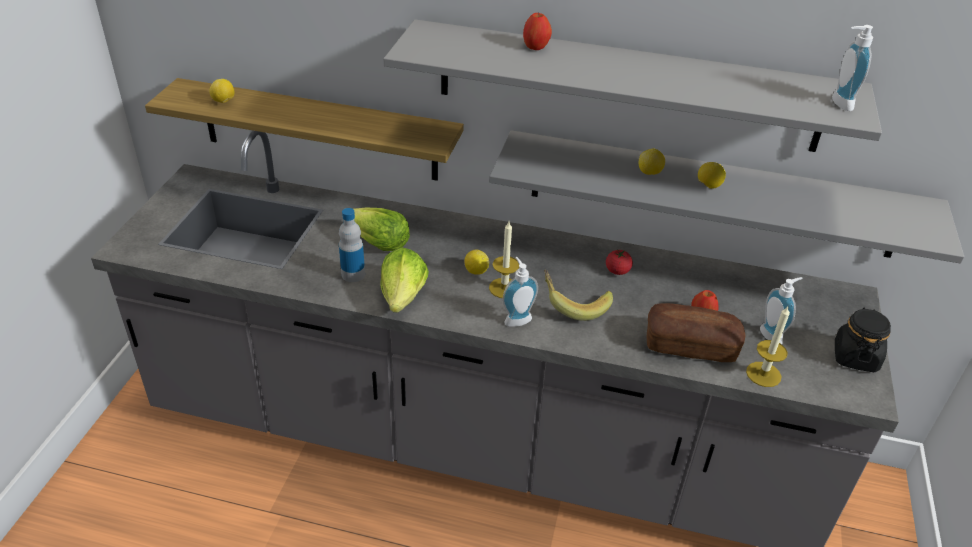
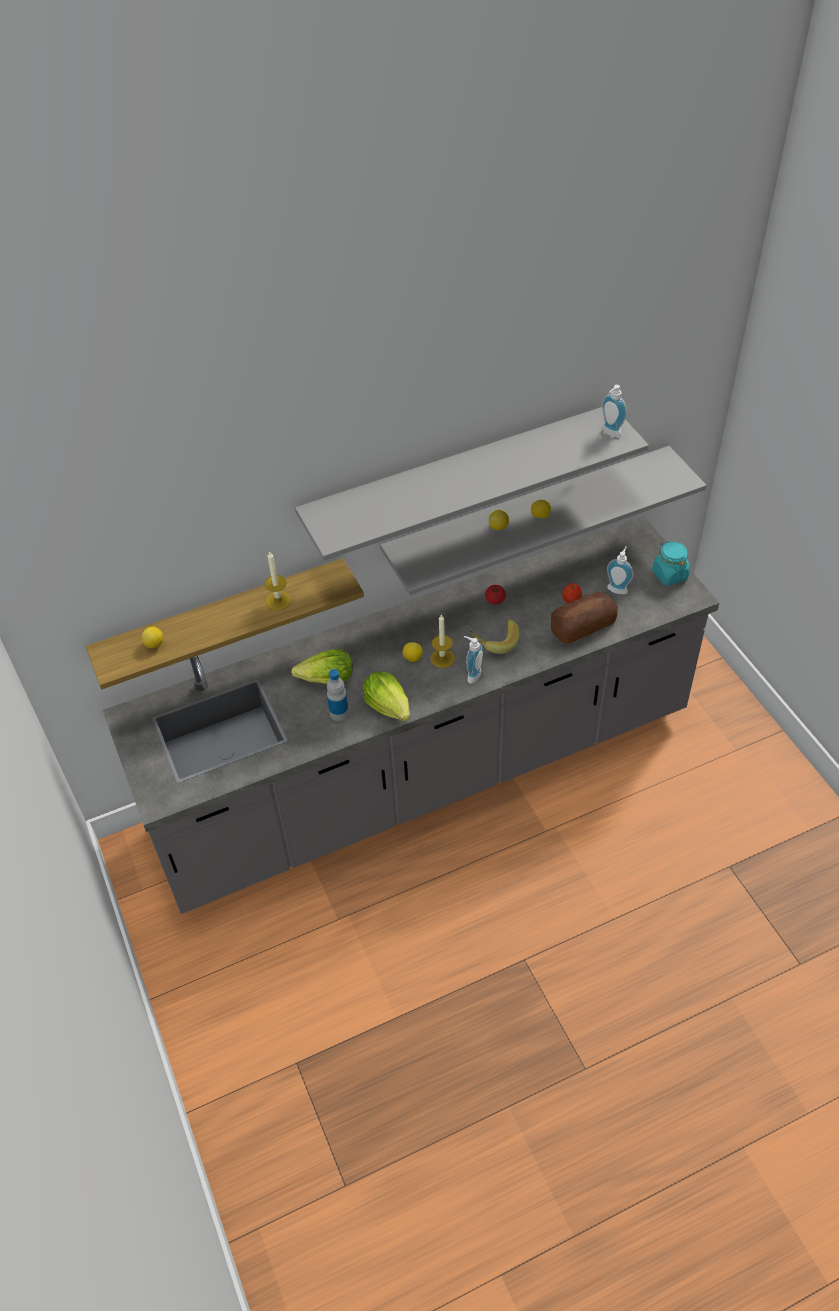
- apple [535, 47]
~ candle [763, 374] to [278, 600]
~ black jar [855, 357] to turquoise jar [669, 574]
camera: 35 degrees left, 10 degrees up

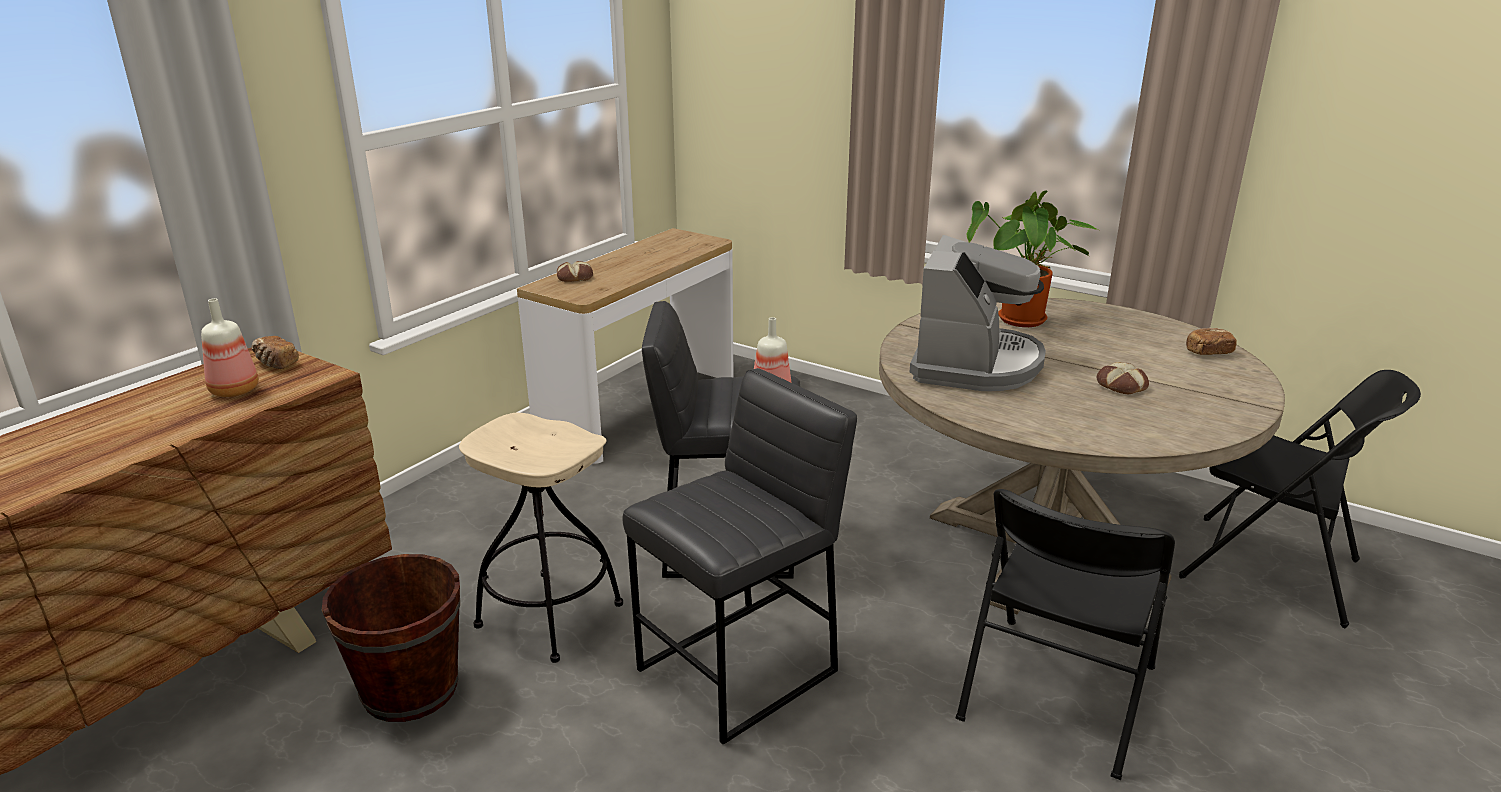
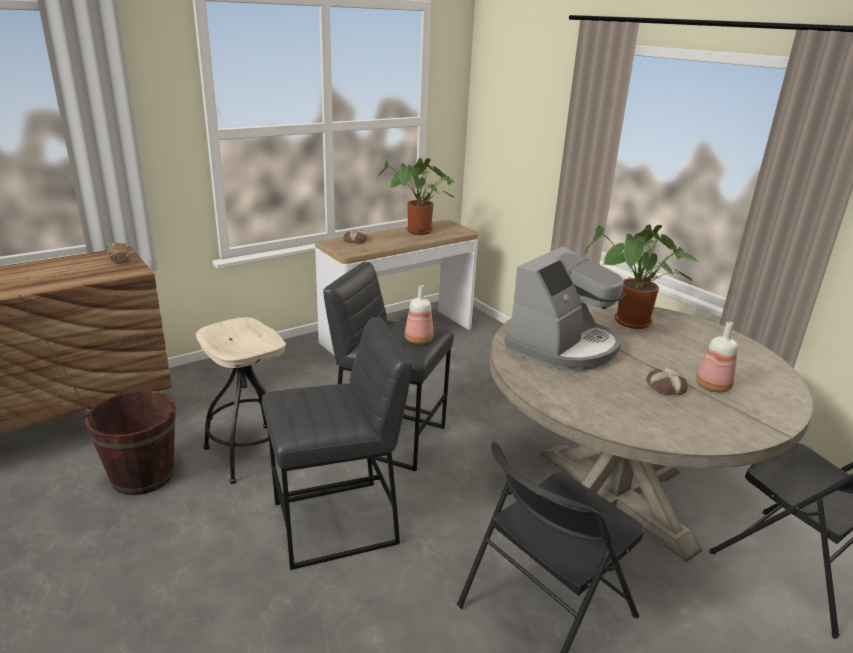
~ bottle [235, 391] to [713, 387]
- bread [1208, 352]
+ potted plant [417, 232]
camera: 20 degrees right, 0 degrees up

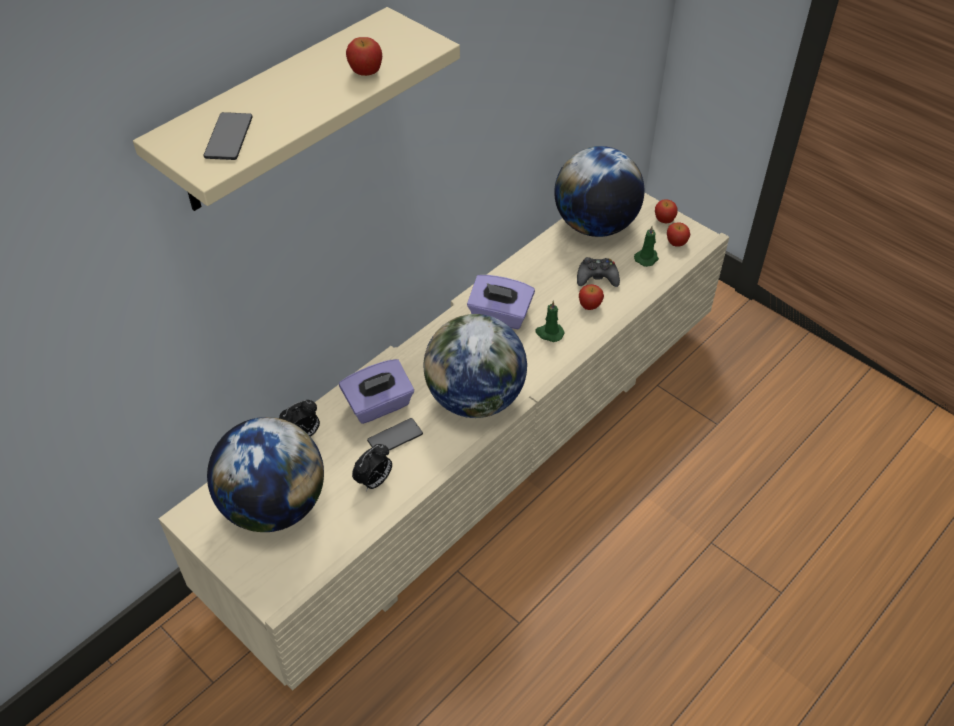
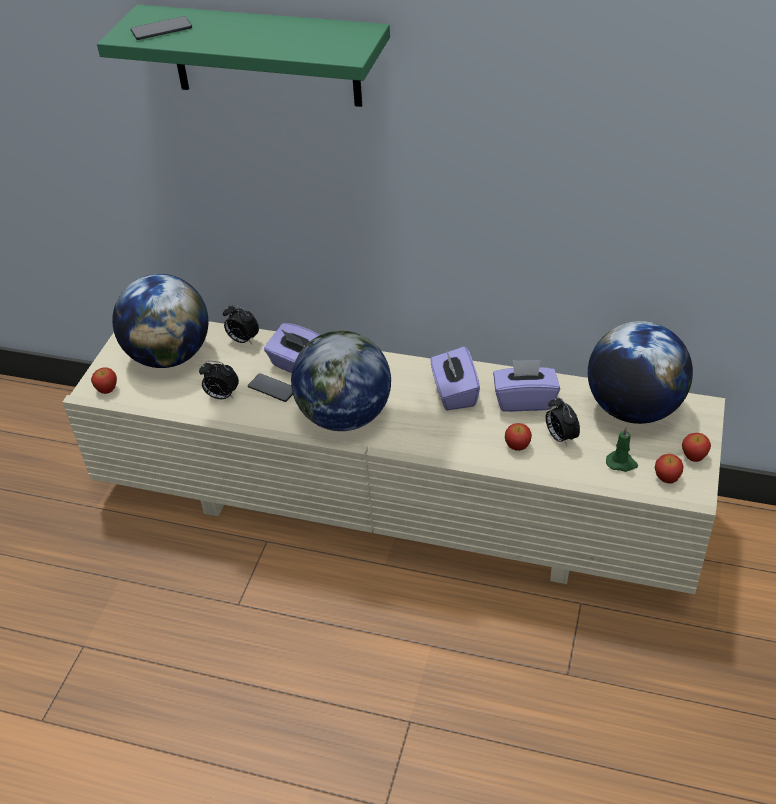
~ beige shelf [277, 113] to green shelf [265, 56]
~ apple [365, 72] to [107, 389]
- green candle [549, 333]
~ black game controller [597, 277] to alarm clock [560, 437]
+ purple tissue box [524, 400]
camera: 65 degrees right, 5 degrees down

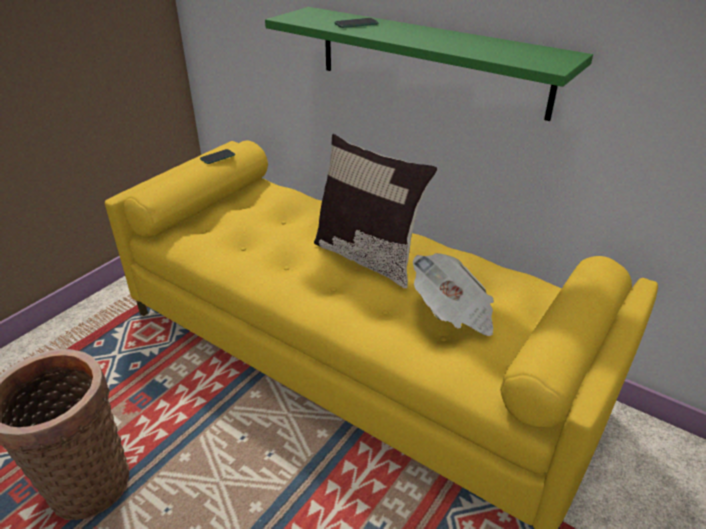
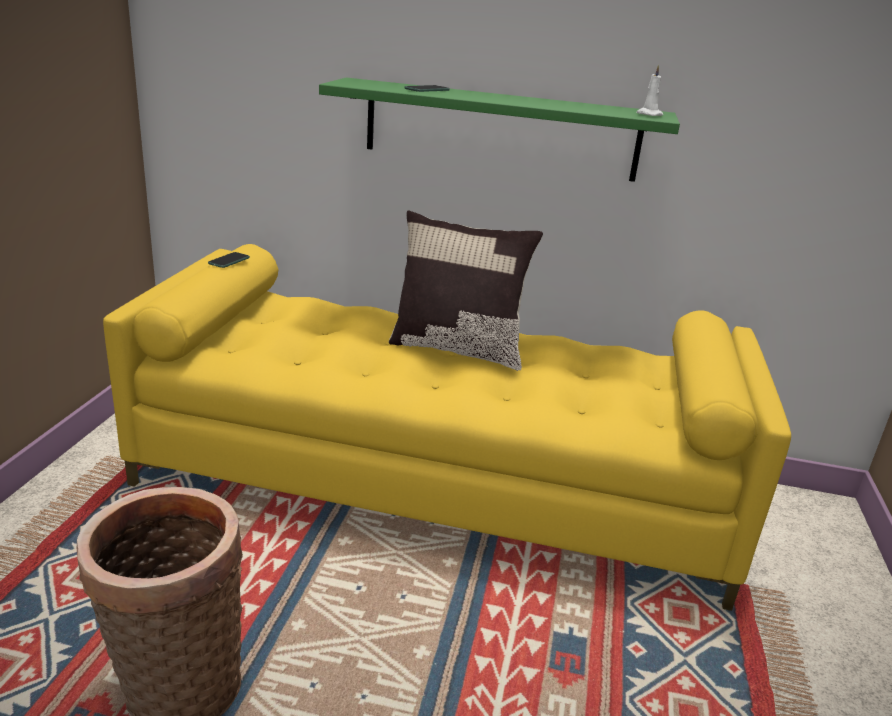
- newspaper [453, 312]
+ white candle [648, 114]
camera: 25 degrees left, 10 degrees down

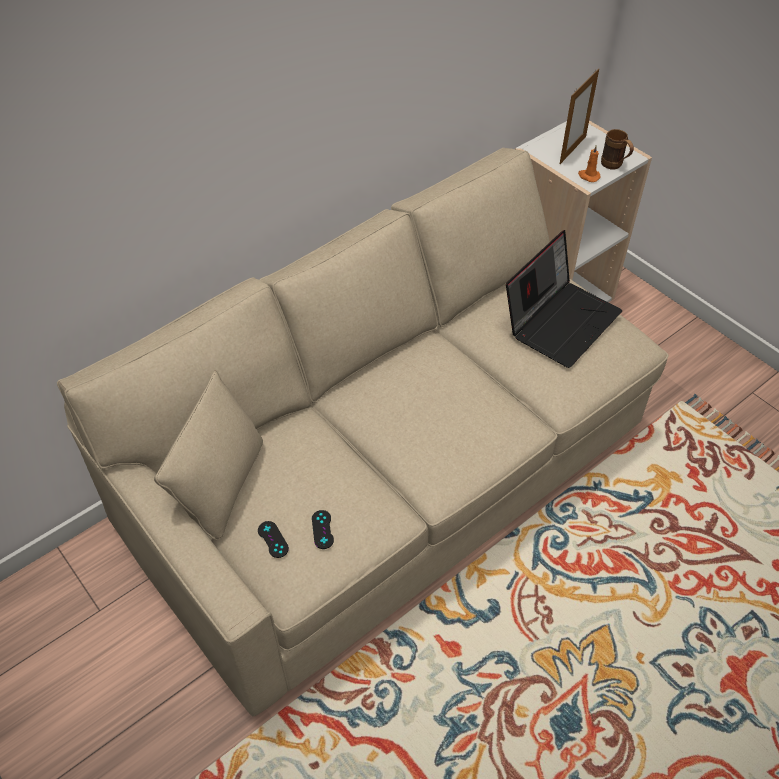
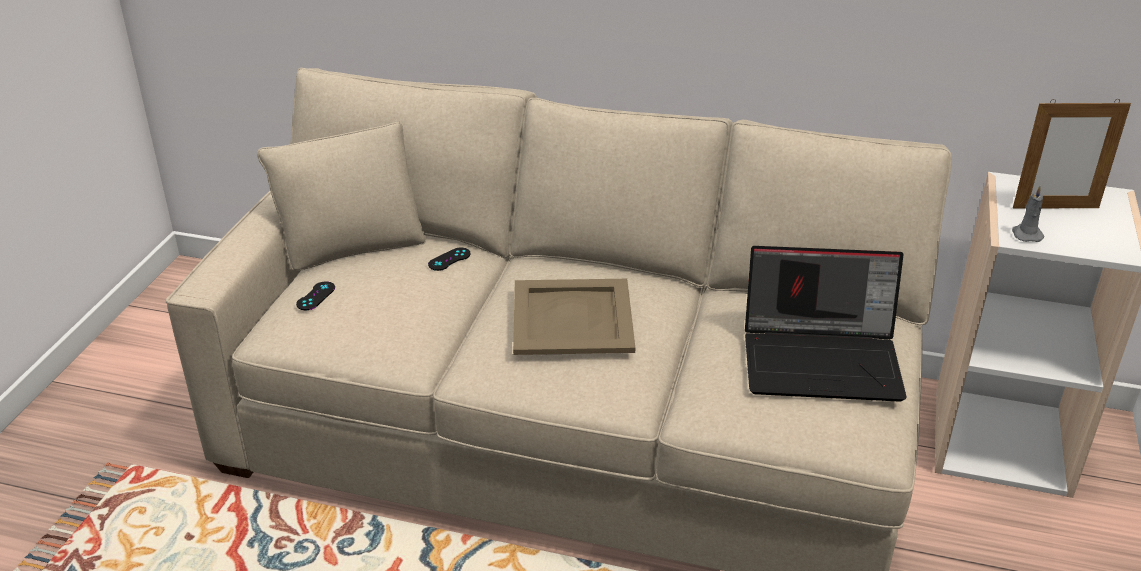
~ black game controller [322, 529] to [449, 259]
~ orange candle [588, 176] to grey candle [1026, 234]
- brown mug [614, 166]
+ beige tray [573, 316]
camera: 55 degrees right, 15 degrees down

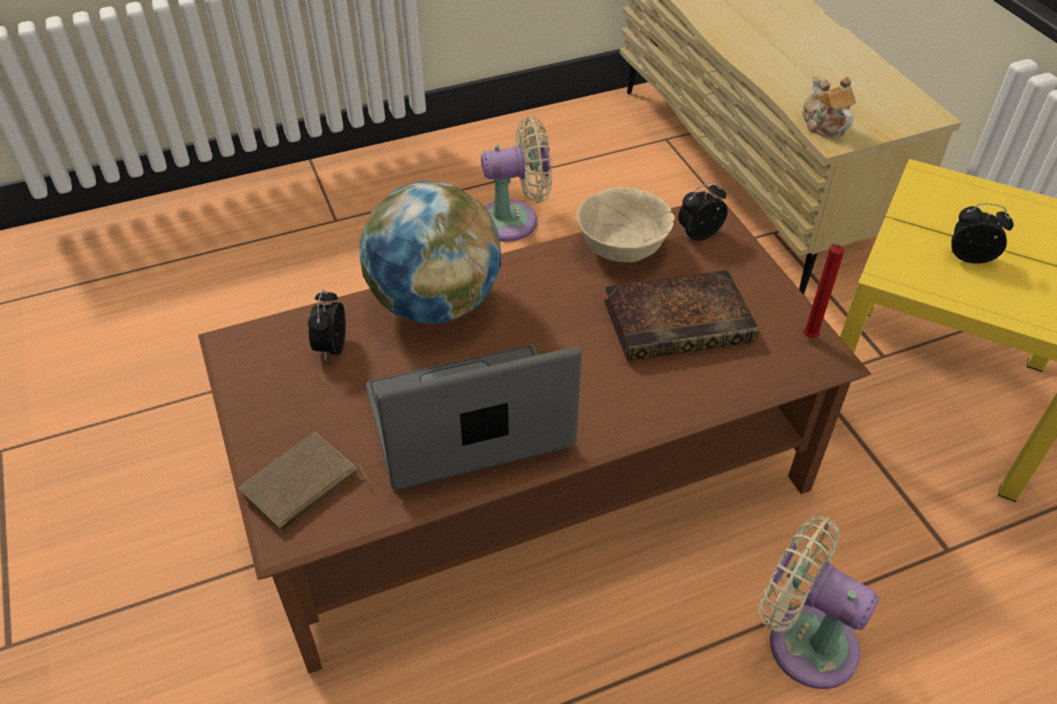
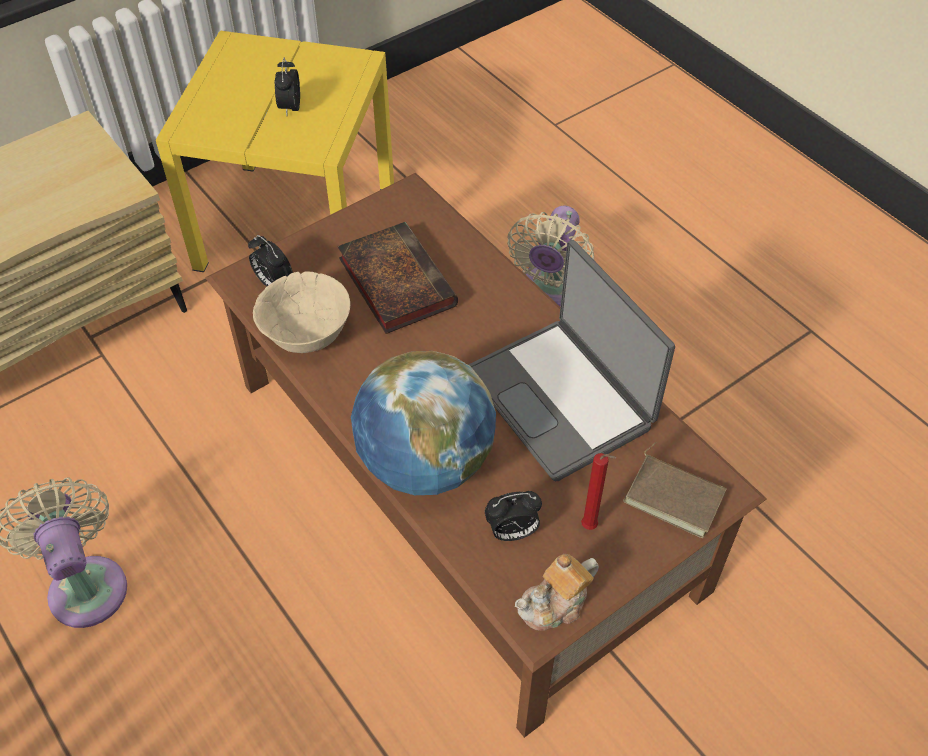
~ teapot [823, 124] to [555, 605]
~ red candle [808, 338] to [591, 527]
camera: 105 degrees left, 5 degrees up

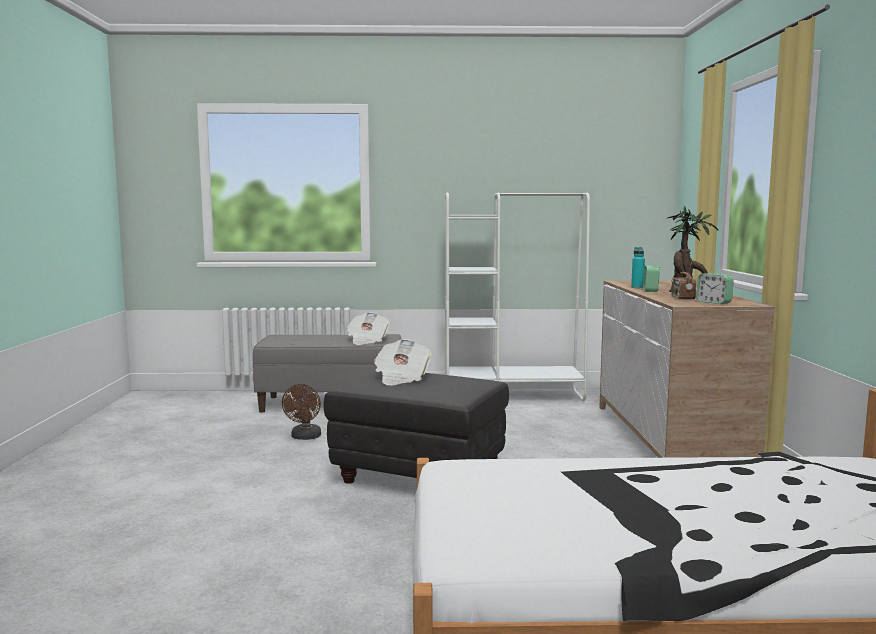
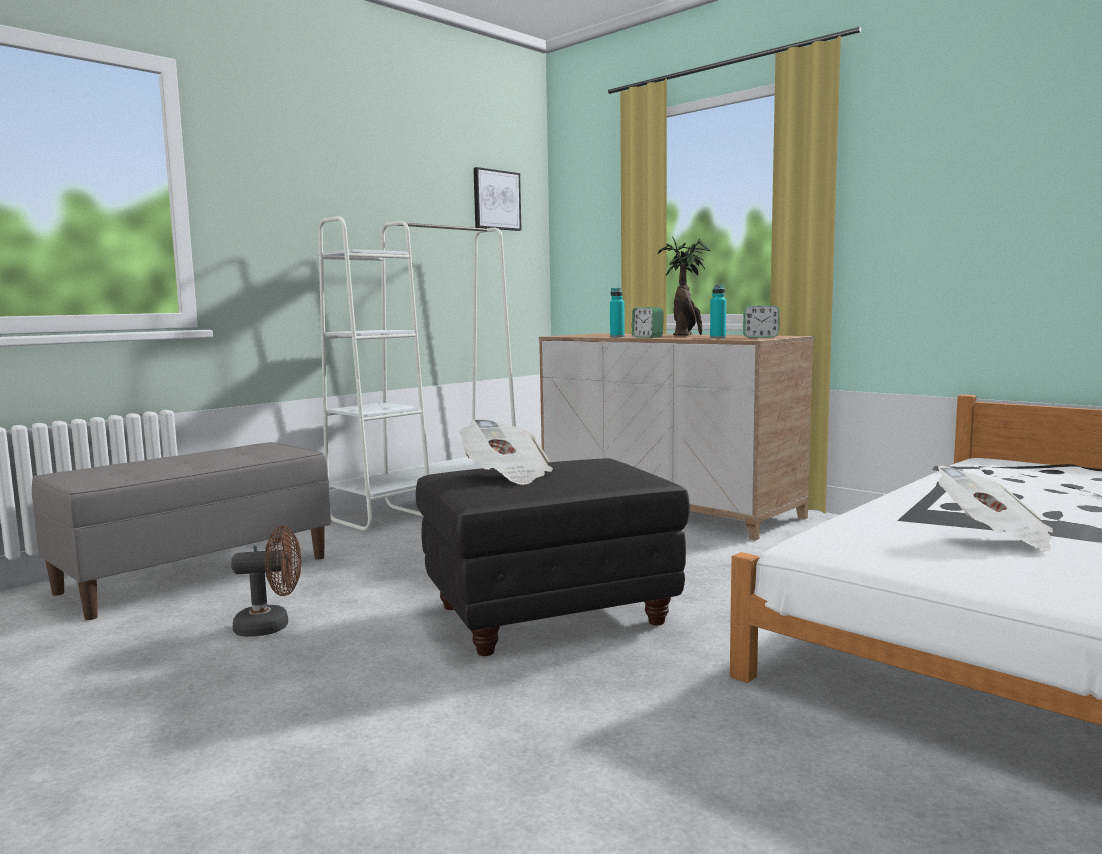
~ brown fan [305, 437] = [271, 626] 60 degrees counterclockwise
~ newspaper [367, 341] to [994, 537]
~ radio [682, 298] to turquoise bottle [717, 337]
+ picture [496, 200]
camera: 45 degrees left, 0 degrees up

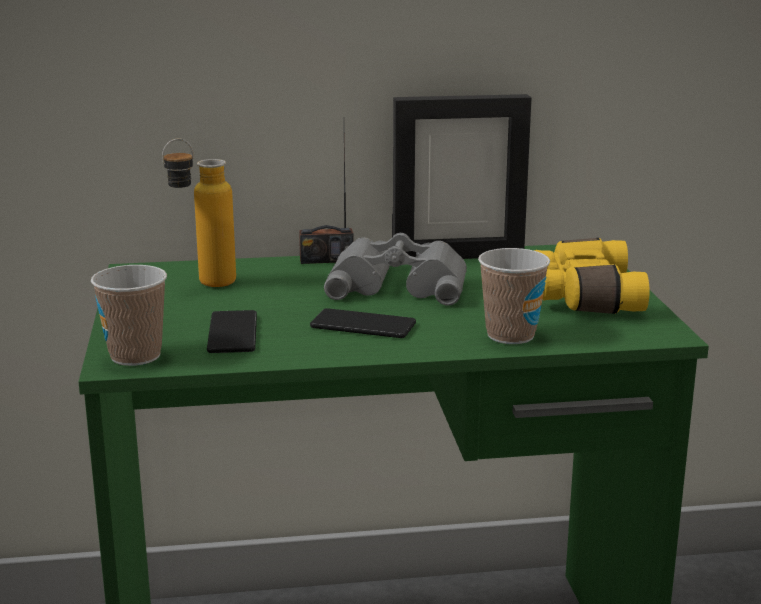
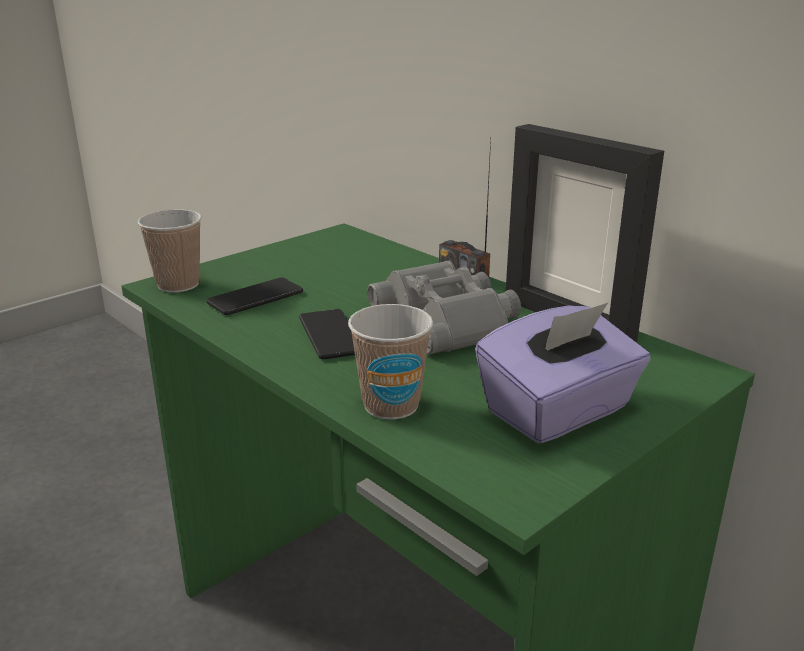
- bottle [203, 285]
~ yellow binoculars [582, 296] to purple tissue box [559, 411]
camera: 55 degrees right, 5 degrees up

